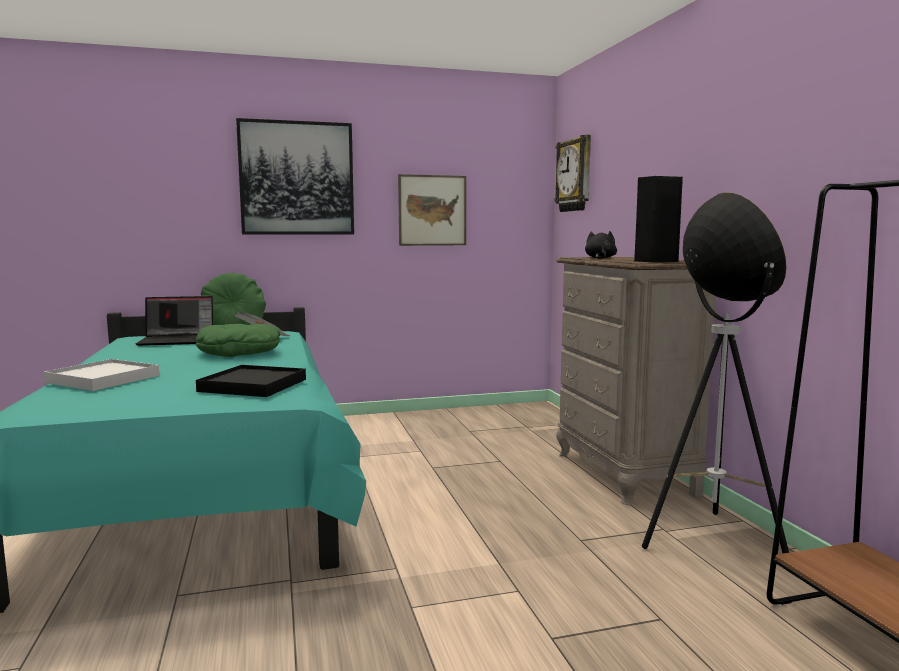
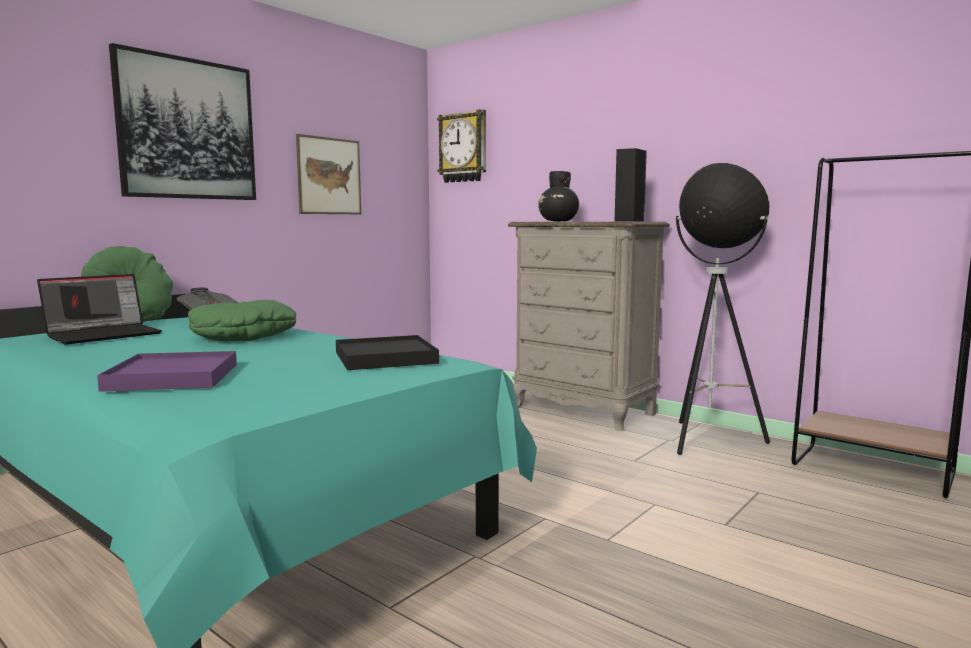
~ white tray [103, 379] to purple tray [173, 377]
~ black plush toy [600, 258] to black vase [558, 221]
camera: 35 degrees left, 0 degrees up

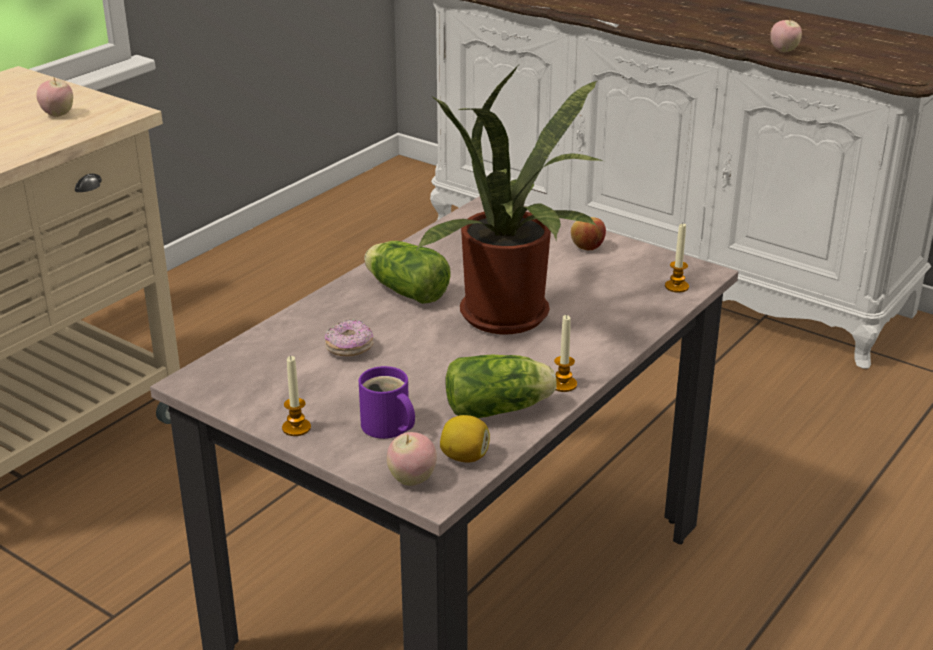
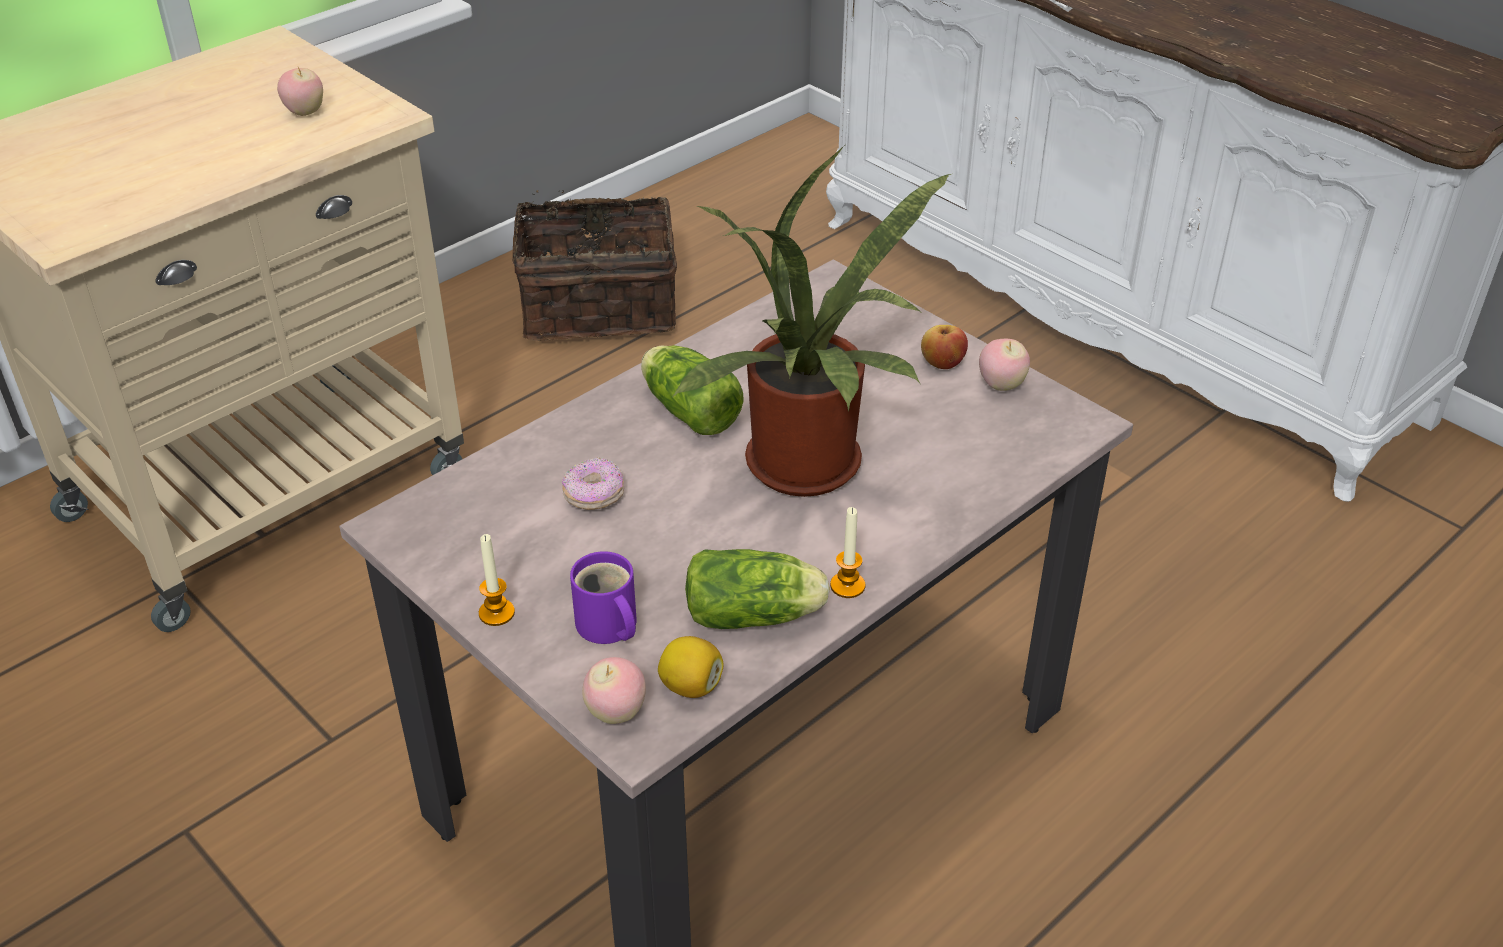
- candle [676, 286]
~ apple [783, 51] to [1001, 385]
+ basket [599, 306]
camera: 10 degrees right, 10 degrees up

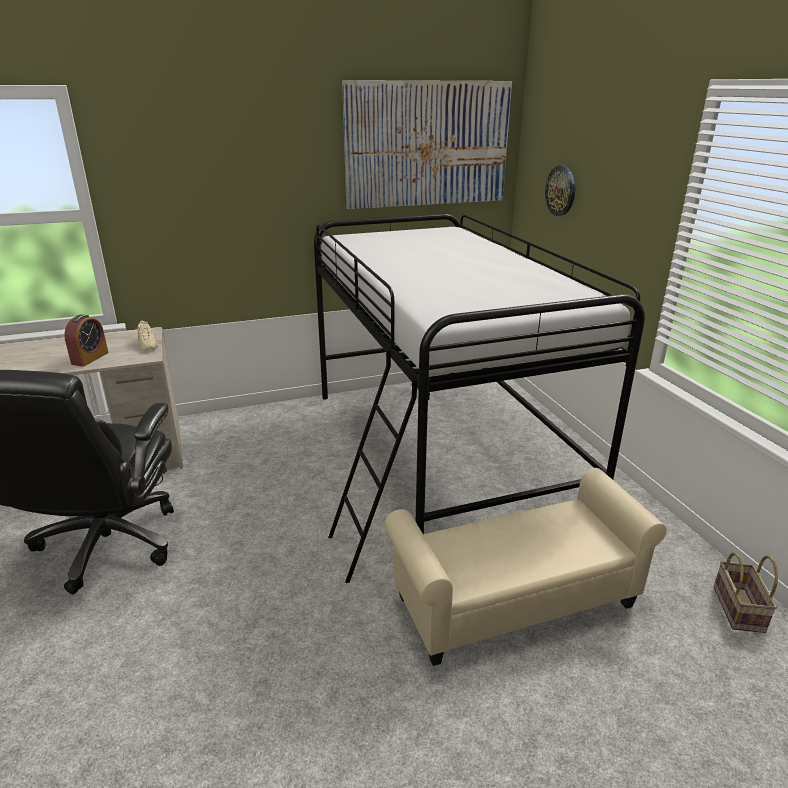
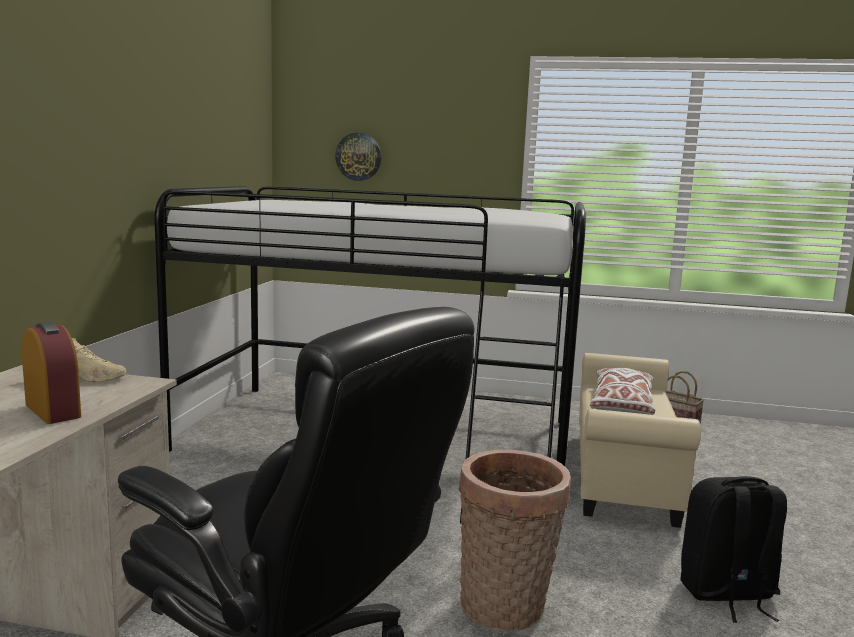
- picture [427, 144]
+ basket [506, 609]
+ white pillow [621, 405]
+ black backpack [727, 594]
camera: 60 degrees left, 15 degrees down

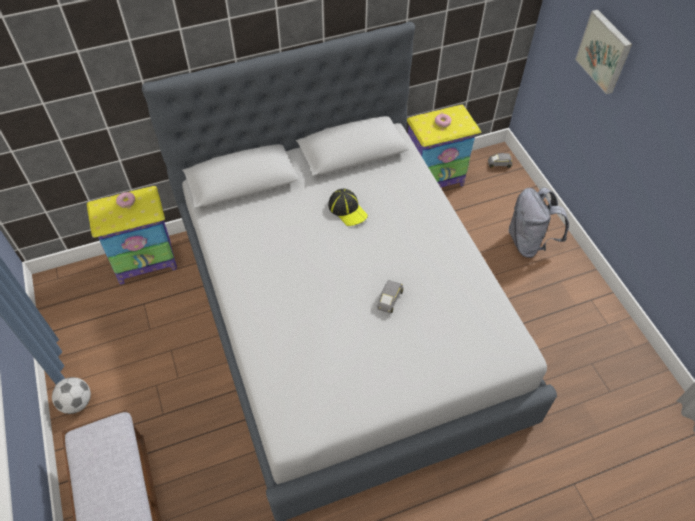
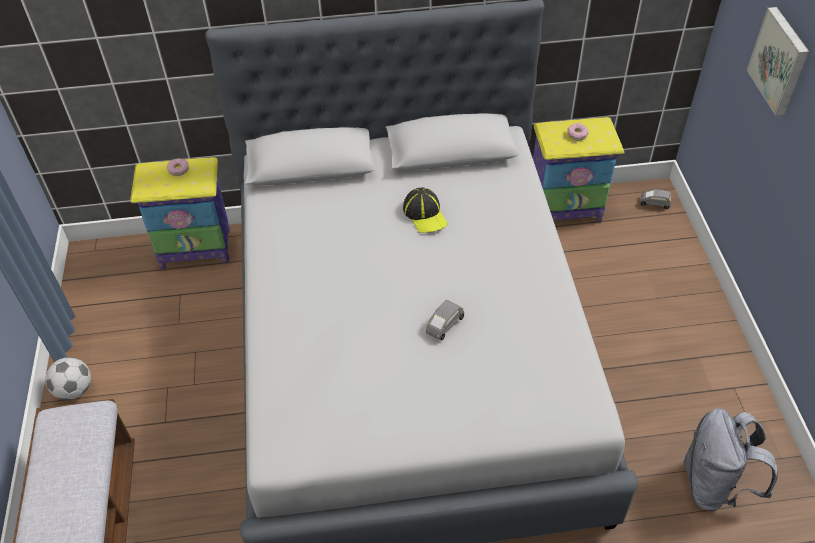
~ grey backpack [529, 243] to [714, 485]
camera: 15 degrees right, 5 degrees down

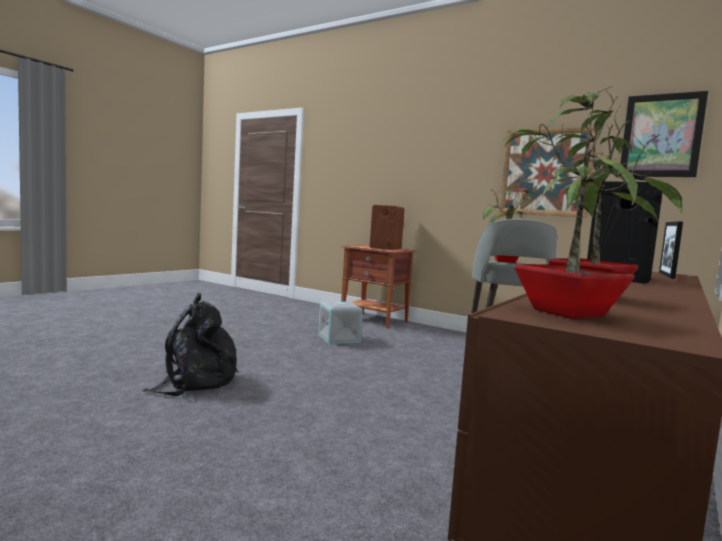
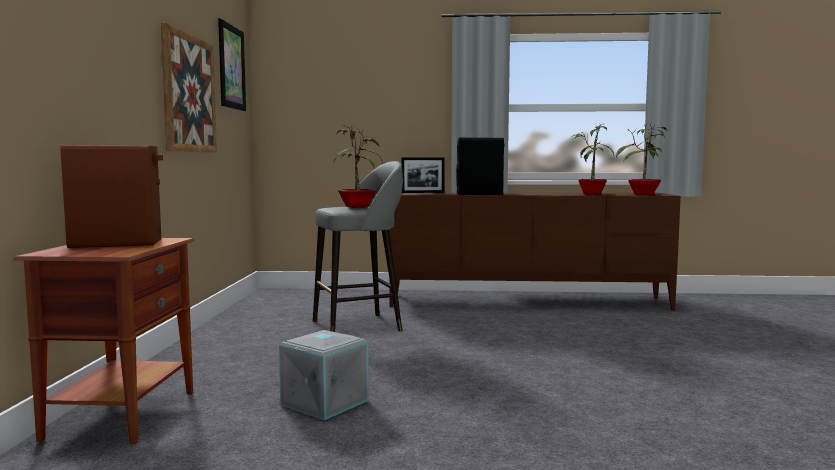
- black backpack [195, 380]
camera: 120 degrees left, 0 degrees up

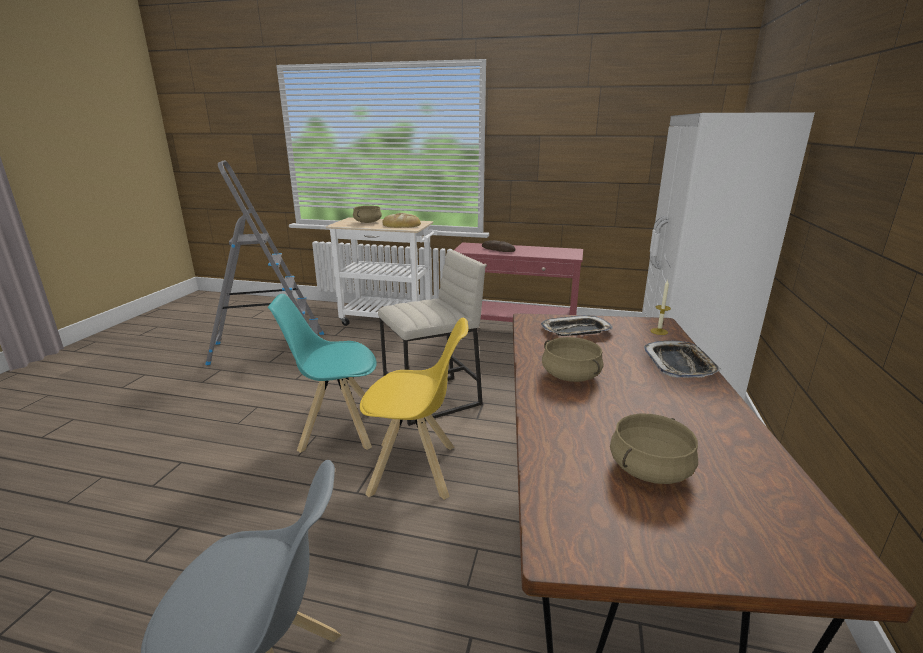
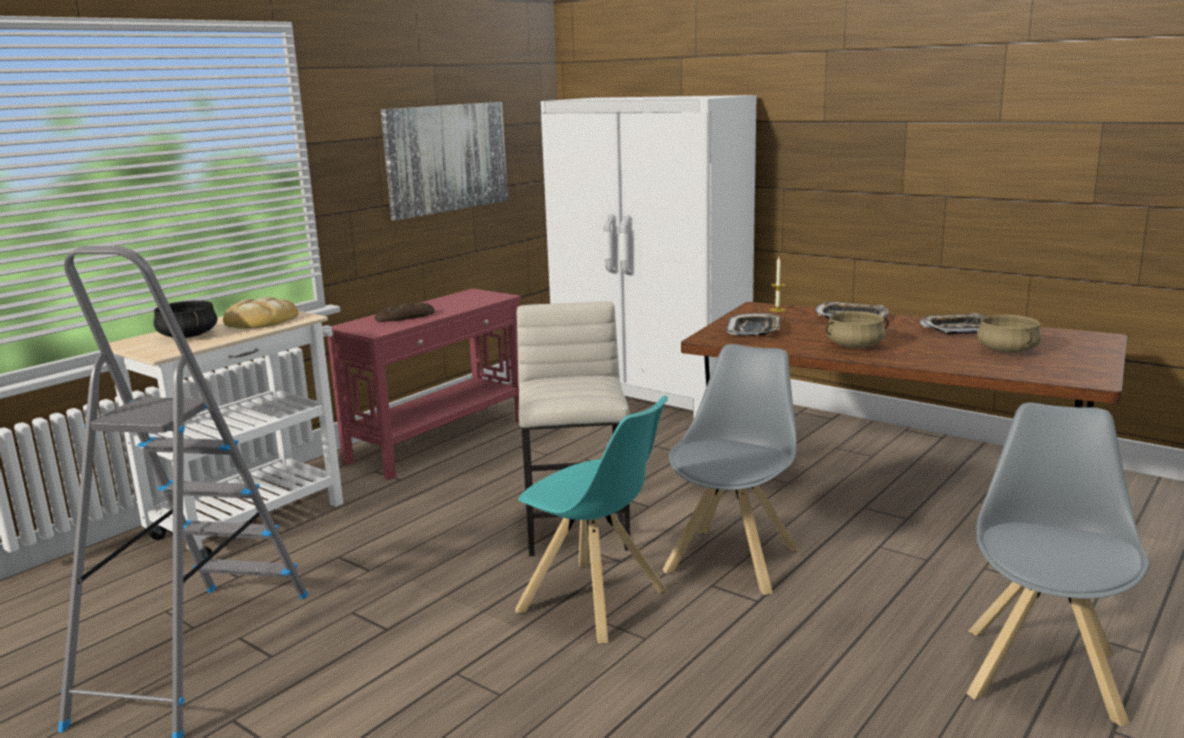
~ turquoise chair [336, 429] = [596, 602] 75 degrees counterclockwise
~ beige cooking pot [368, 222] to black cooking pot [188, 336]
~ yellow chair [416, 470] to grey chair [734, 558]
+ picture [446, 158]
+ tray [960, 330]
camera: 65 degrees left, 5 degrees down

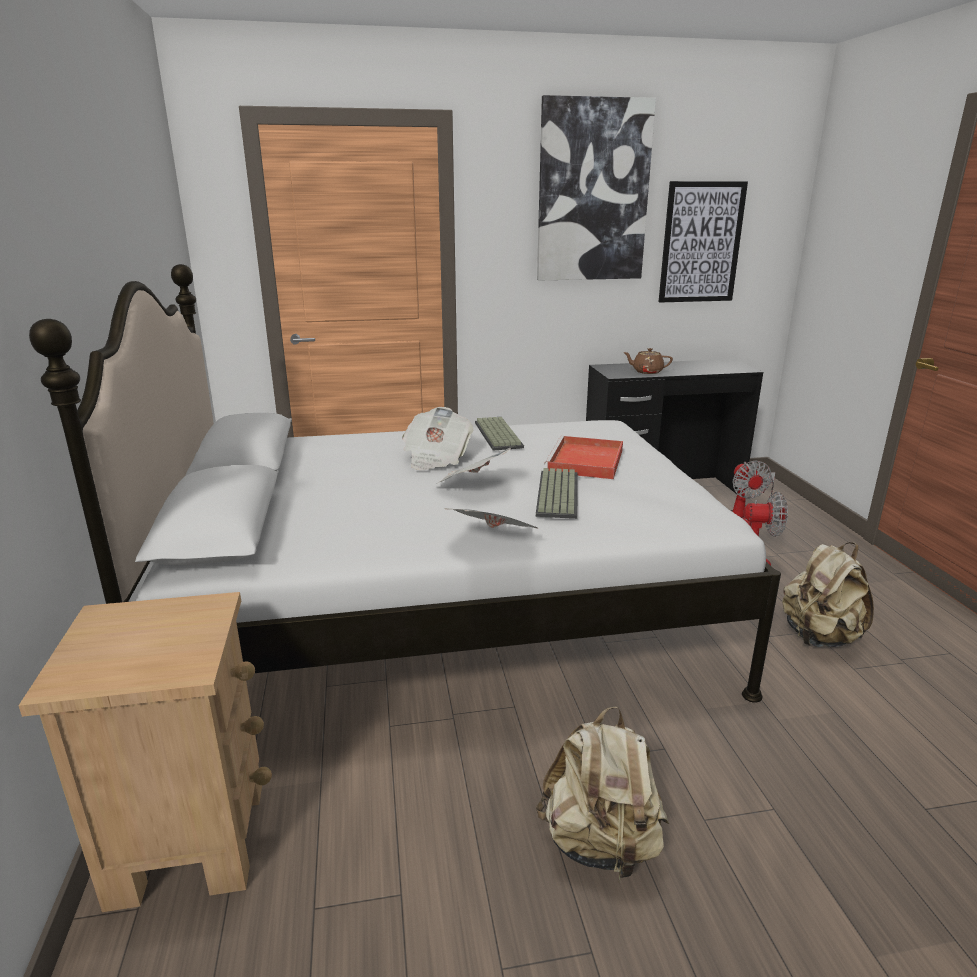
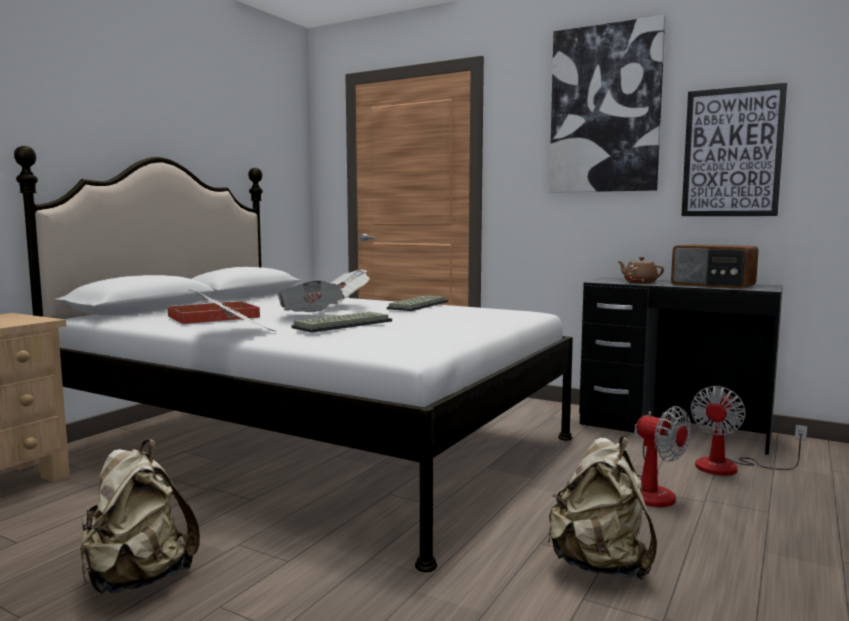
~ red tray [586, 462] to [212, 317]
+ radio [713, 285]
camera: 40 degrees right, 15 degrees down

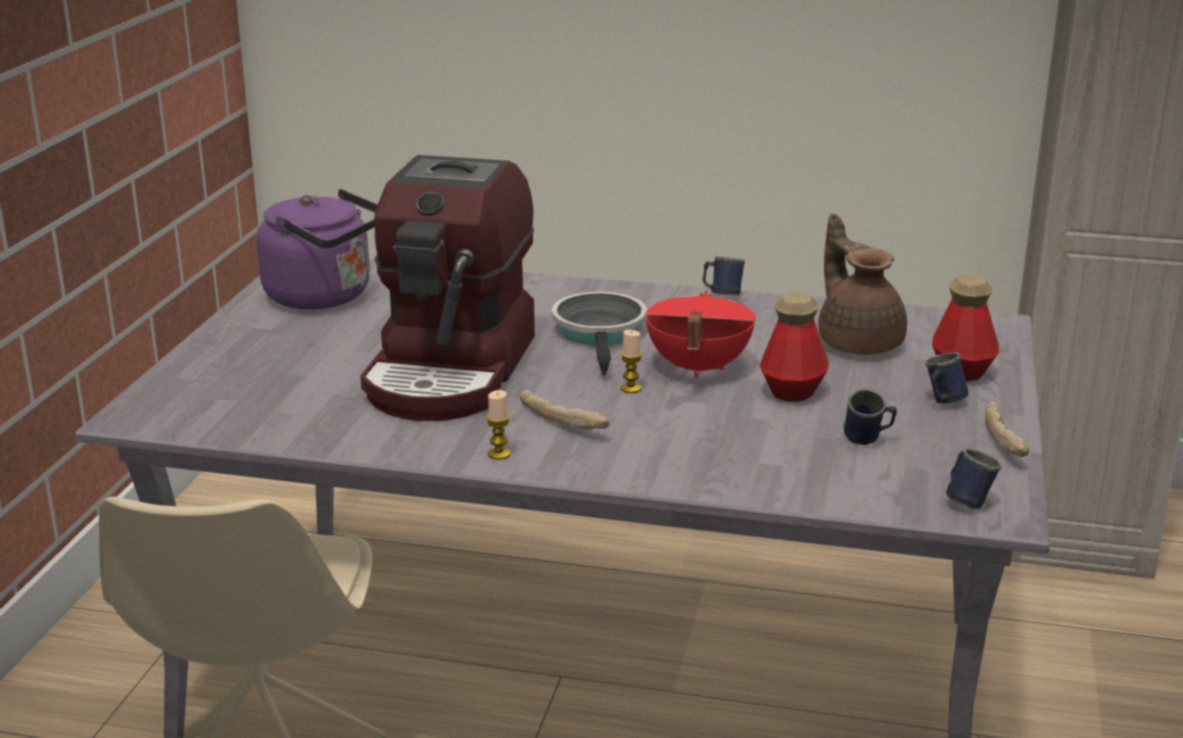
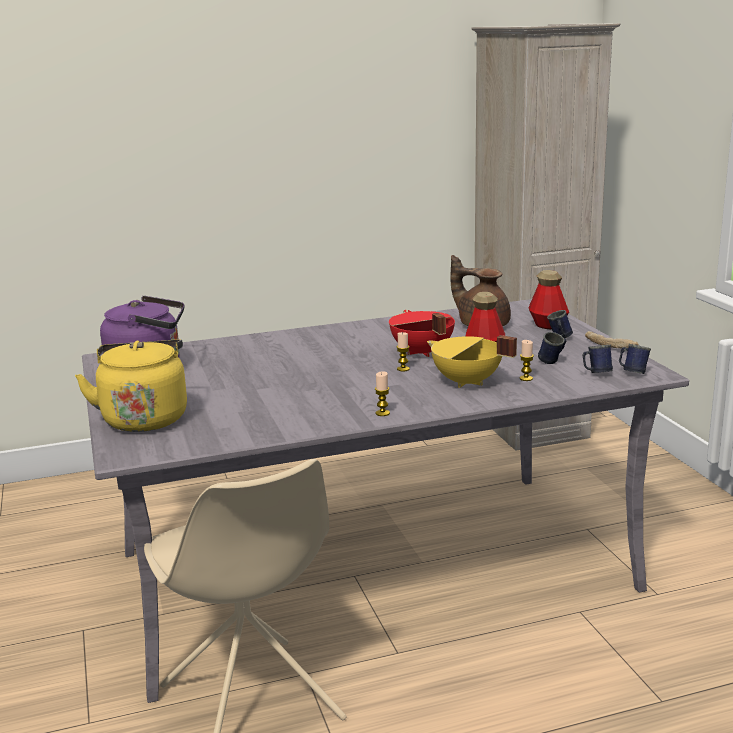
- coffee machine [452, 370]
- bread [563, 421]
- frying pan [600, 333]
~ blue mug [722, 295] to [596, 374]
+ yellow kettle [144, 418]
+ yellow cooking pot [466, 382]
+ candle [526, 378]
camera: 30 degrees left, 5 degrees down

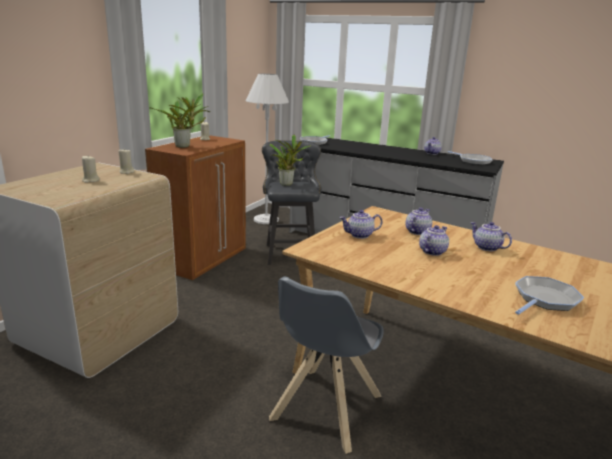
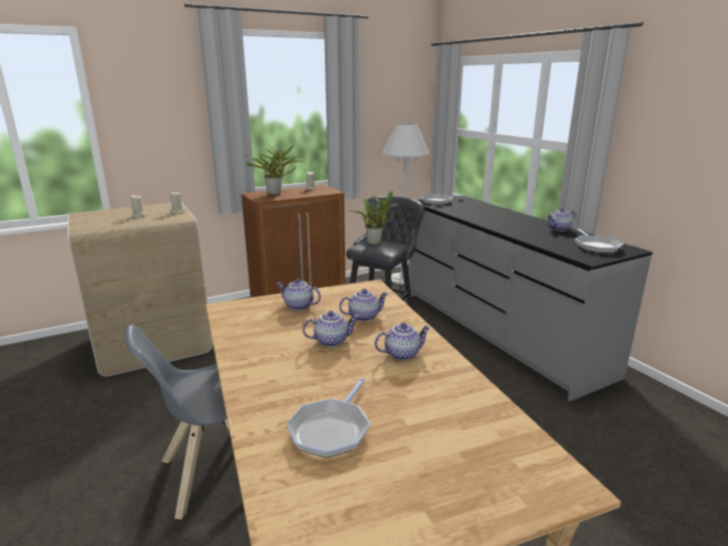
~ teapot [486, 247] = [402, 354] 75 degrees clockwise
~ frying pan [544, 299] = [331, 430] 120 degrees clockwise
camera: 35 degrees right, 0 degrees up

